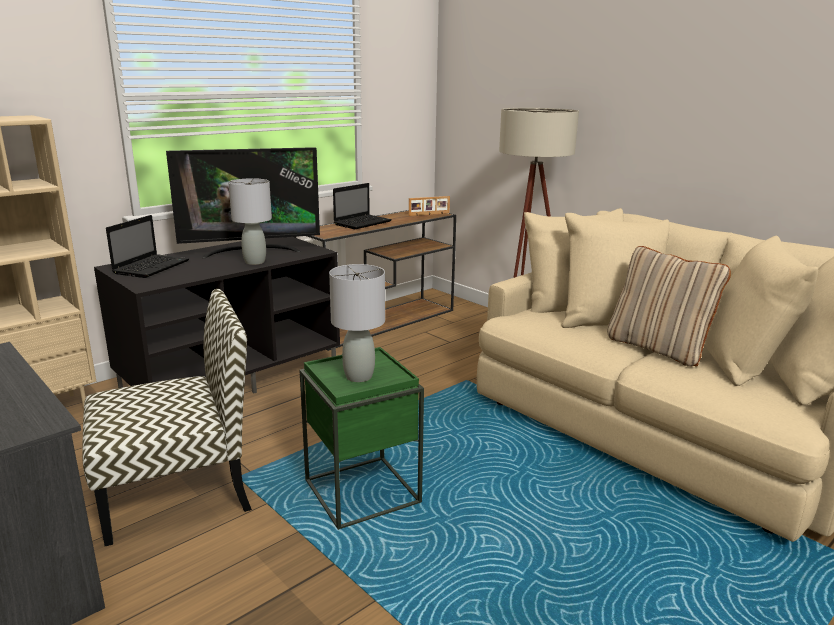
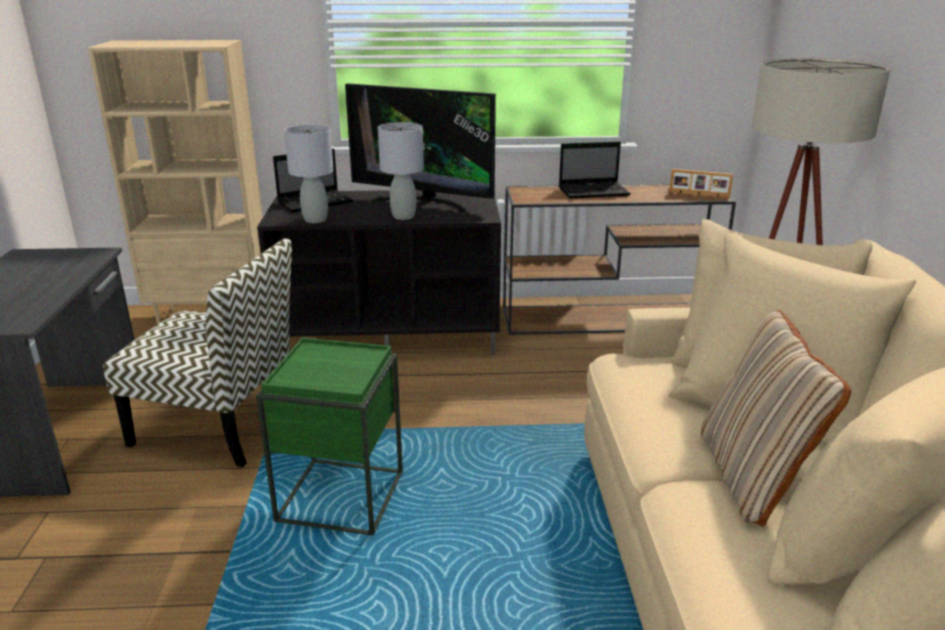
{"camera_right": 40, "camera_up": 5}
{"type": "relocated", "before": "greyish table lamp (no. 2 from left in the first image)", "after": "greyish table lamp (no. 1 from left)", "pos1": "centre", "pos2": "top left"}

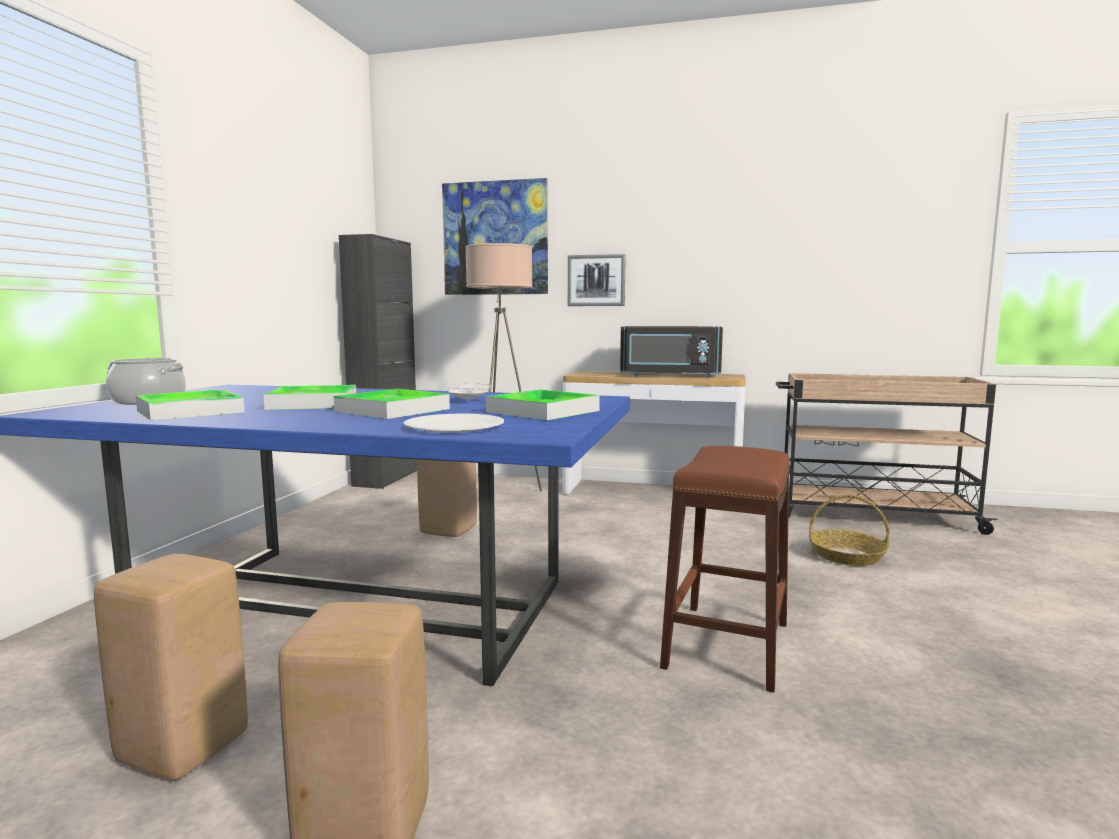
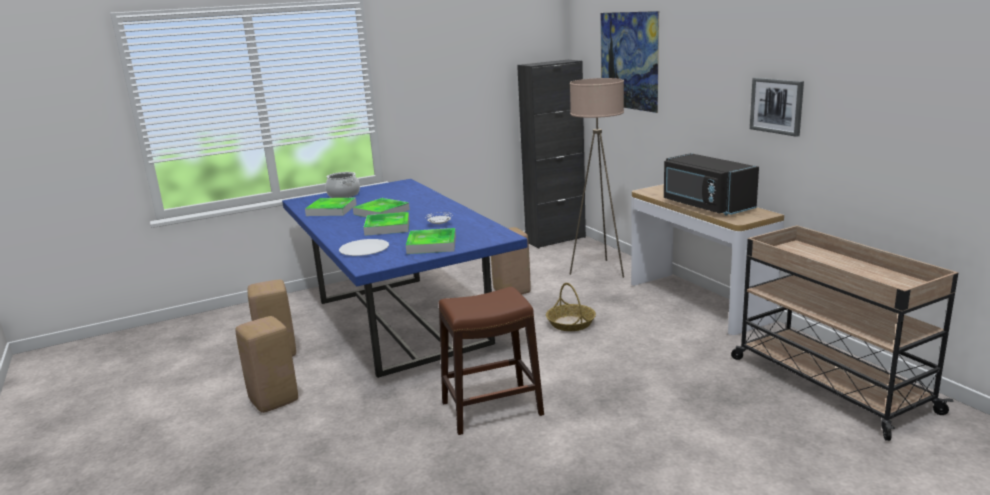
{"camera_right": 50, "camera_up": 10}
{"type": "relocated", "before": "wall picture (no. 2 from left)", "pos1": "centre", "pos2": "top right"}
{"type": "relocated", "before": "basket", "pos1": "middle right", "pos2": "centre"}

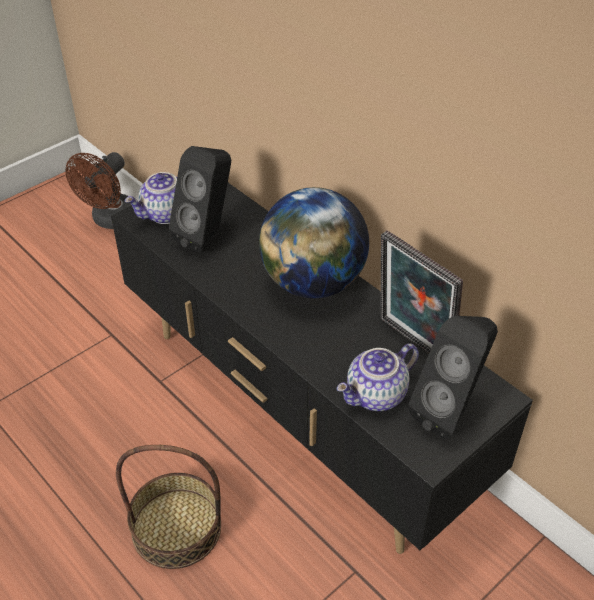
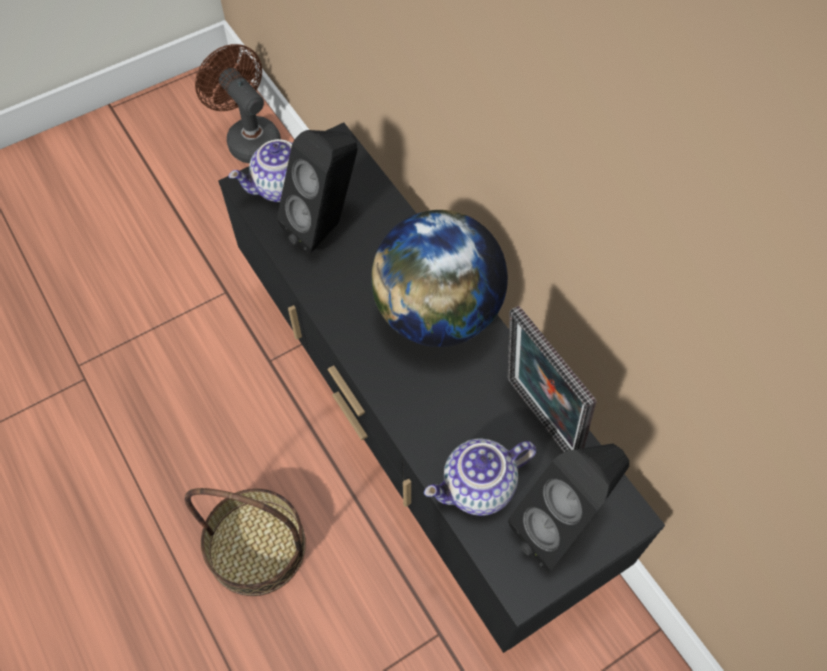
{"camera_right": 10, "camera_up": 15}
{"type": "spun", "before": "brown-coloured fan", "pos1": "top left", "pos2": "top left", "turn": 105}

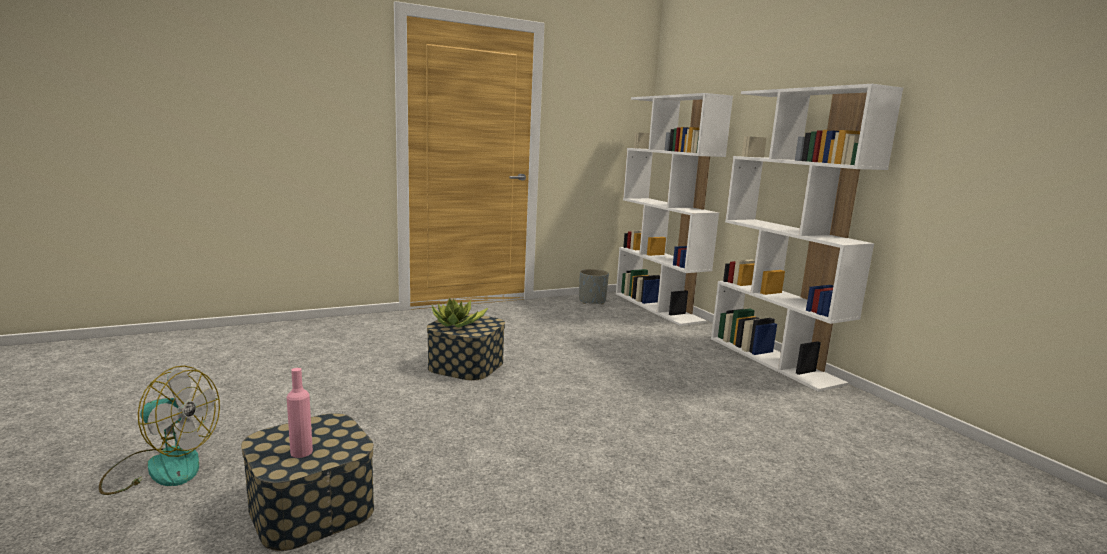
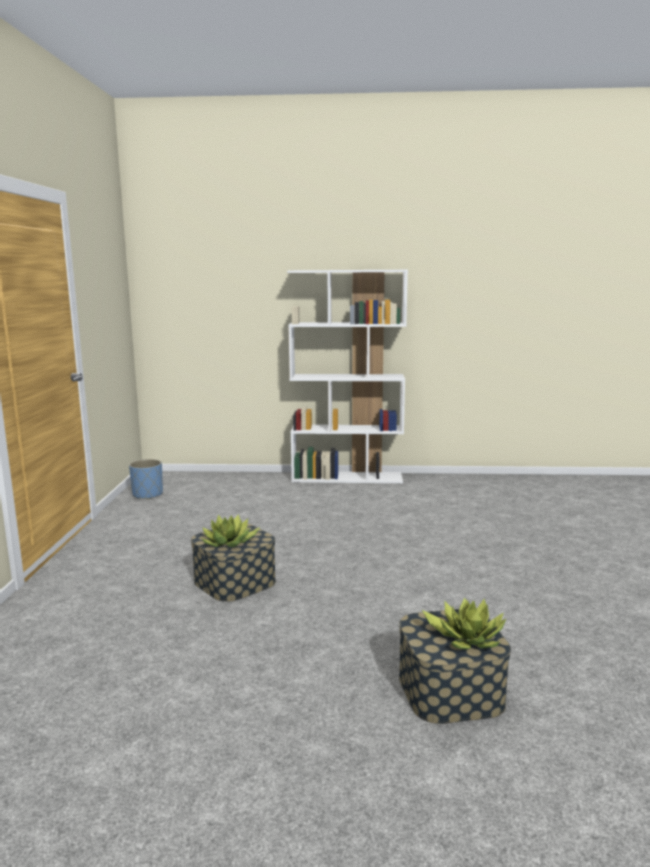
{"camera_right": -60, "camera_up": 0}
{"type": "missing", "before": "fan", "pos1": "bottom left"}
{"type": "missing", "before": "white bookshelf (no. 1 from left)", "pos1": "centre"}
{"type": "exchanged", "before": "pinkish beverage bottle", "after": "houseplant (no. 2 from left)", "pos1": "bottom left", "pos2": "bottom right"}
{"type": "colour", "before": "greyish planter", "after": "blue planter", "pos1": "centre", "pos2": "middle left"}

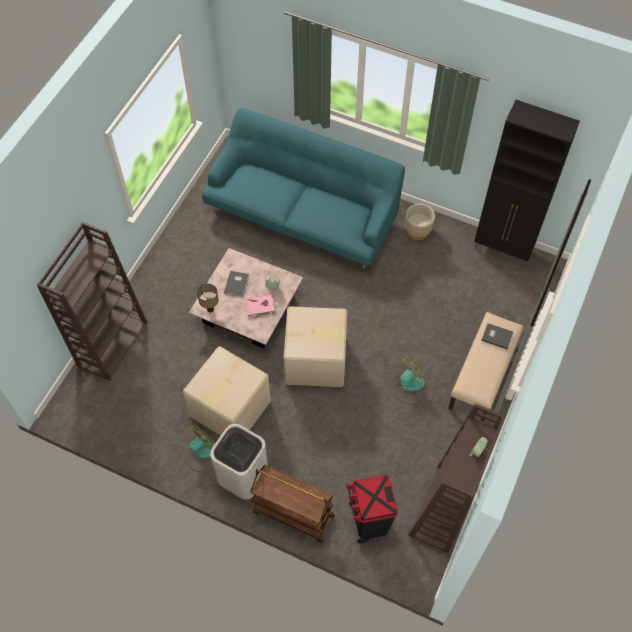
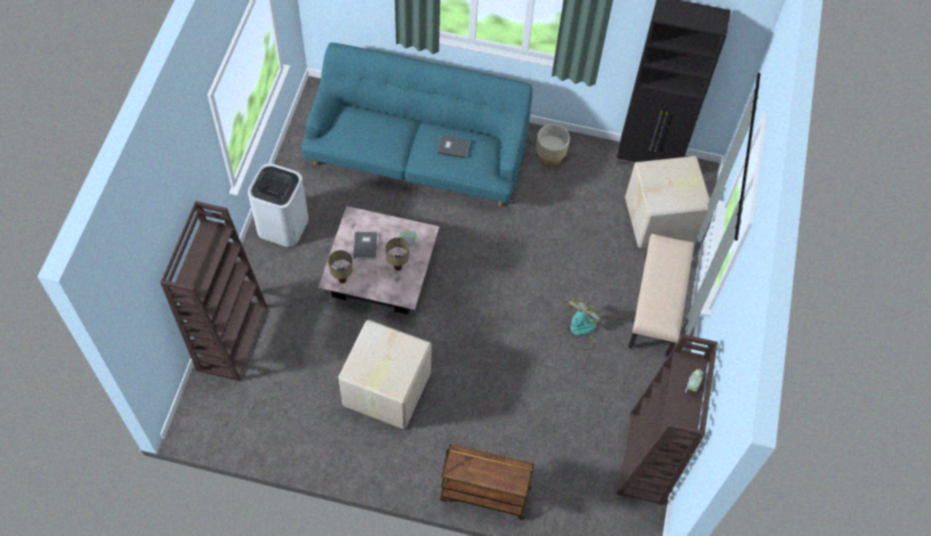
{"camera_right": -15, "camera_up": 0}
{"type": "missing", "before": "fan (no. 1 from left)", "pos1": "bottom left"}
{"type": "missing", "before": "black-coloured waste bin", "pos1": "bottom centre"}
{"type": "relocated", "before": "white waste bin", "pos1": "bottom centre", "pos2": "middle left"}
{"type": "relocated", "before": "packing box (no. 2 from left)", "pos1": "centre", "pos2": "middle right"}
{"type": "relocated", "before": "greyish book (no. 2 from left)", "pos1": "middle right", "pos2": "top centre"}
{"type": "exchanged", "before": "pinkish book", "after": "table lamp (no. 2 from left)", "pos1": "centre", "pos2": "centre"}

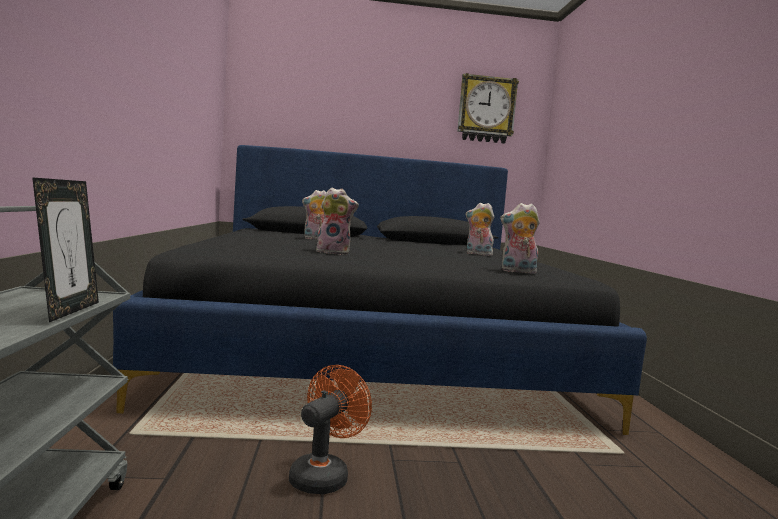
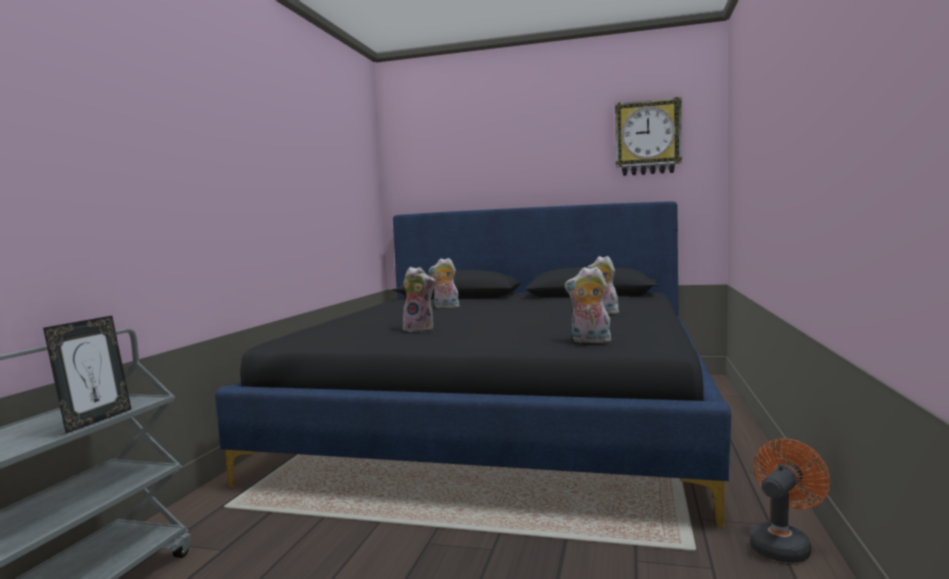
{"camera_right": 20, "camera_up": 0}
{"type": "relocated", "before": "orange-coloured fan", "pos1": "bottom centre", "pos2": "bottom right"}

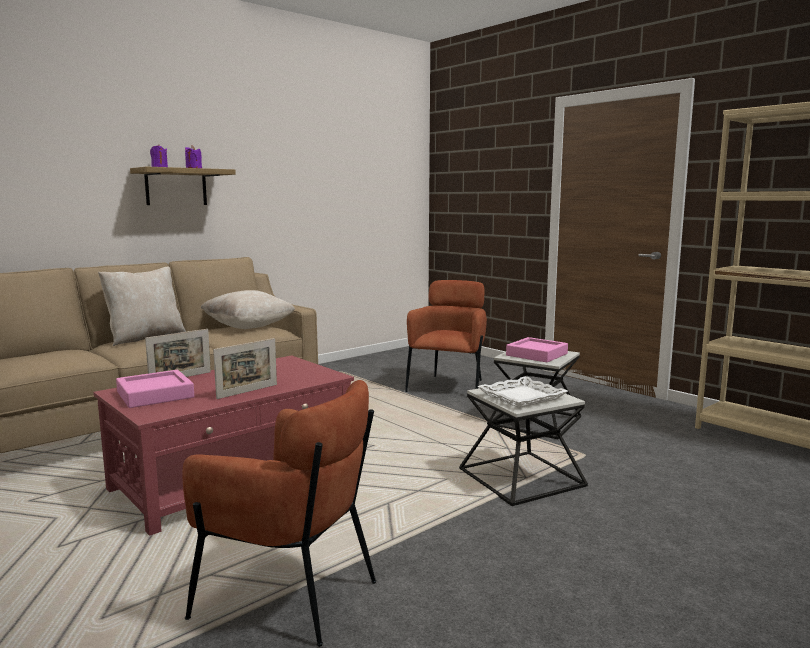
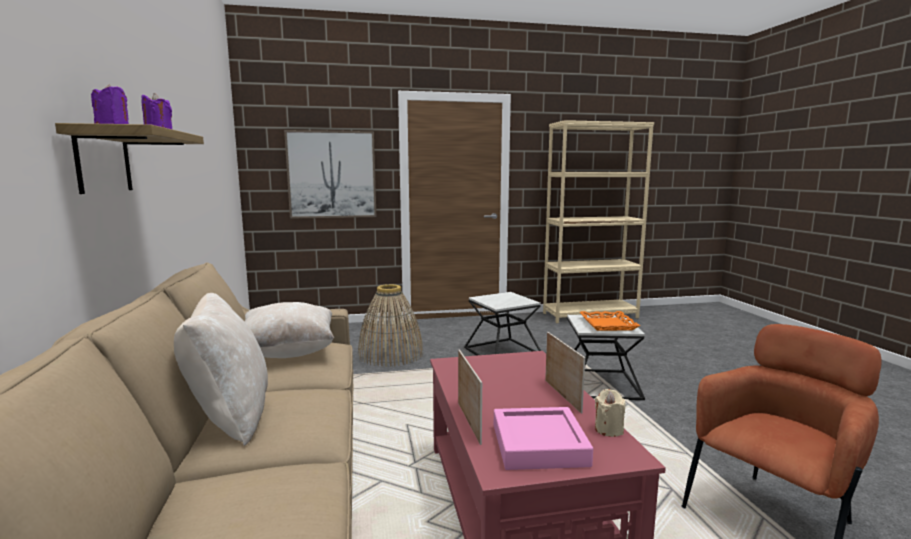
{"camera_right": -60, "camera_up": 0}
{"type": "missing", "before": "pinkish tray (no. 2 from left)", "pos1": "centre"}
{"type": "appeared", "after": "wall picture", "pos2": "top centre"}
{"type": "appeared", "after": "sand-coloured candle", "pos2": "bottom right"}
{"type": "exchanged", "before": "brown-coloured lounge chair (no. 2 from left)", "after": "basket", "pos1": "centre", "pos2": "centre"}
{"type": "colour", "before": "white tray", "after": "orange-coloured tray", "pos1": "centre", "pos2": "middle right"}

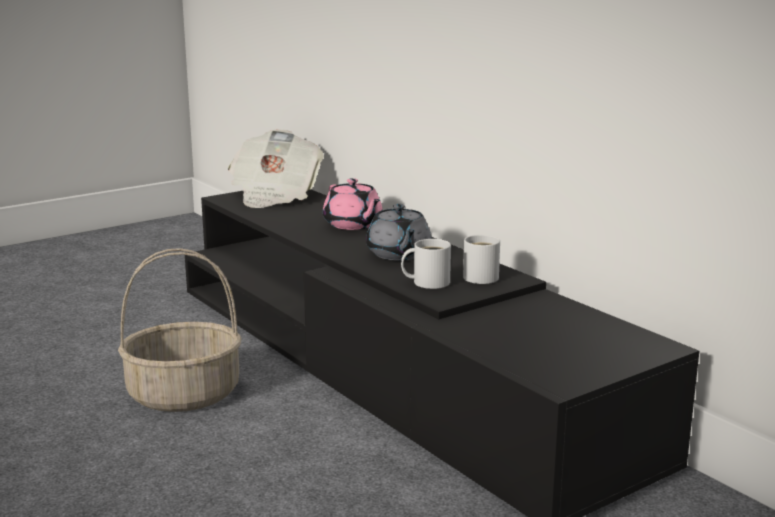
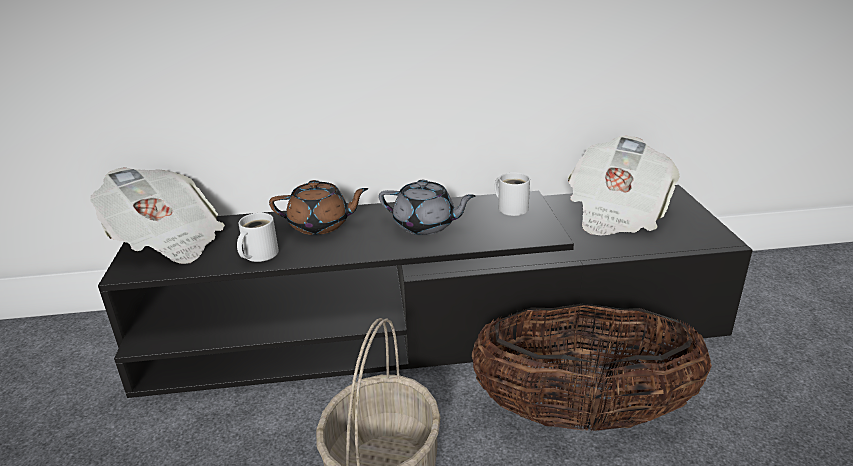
{"camera_right": -60, "camera_up": 10}
{"type": "appeared", "after": "basket (no. 2 from left)", "pos2": "bottom right"}
{"type": "appeared", "after": "newspaper (no. 2 from left)", "pos2": "middle right"}
{"type": "relocated", "before": "white mug (no. 1 from left)", "pos1": "centre", "pos2": "middle left"}
{"type": "colour", "before": "pinkish pot for tea", "after": "brown-coloured pot for tea", "pos1": "centre", "pos2": "centre"}

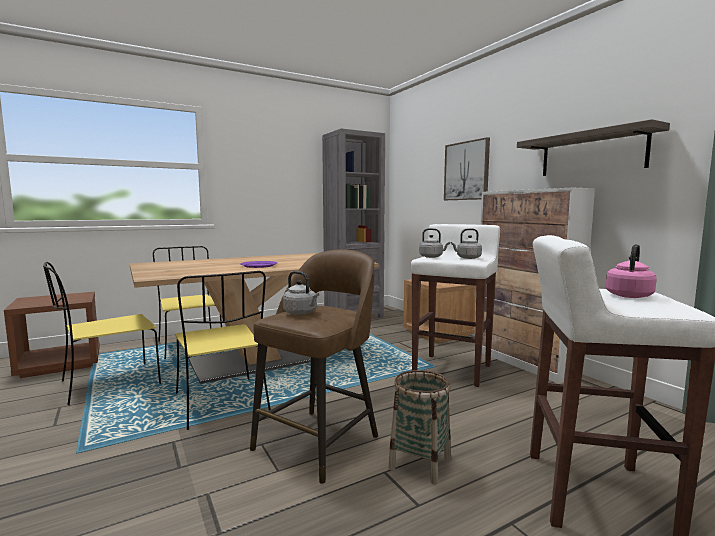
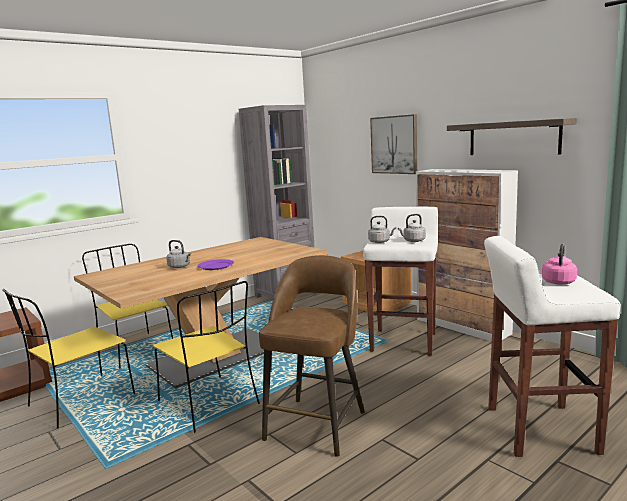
{"camera_right": -10, "camera_up": 5}
{"type": "missing", "before": "basket", "pos1": "bottom centre"}
{"type": "relocated", "before": "greyish water kettle (no. 1 from left)", "pos1": "centre", "pos2": "middle left"}

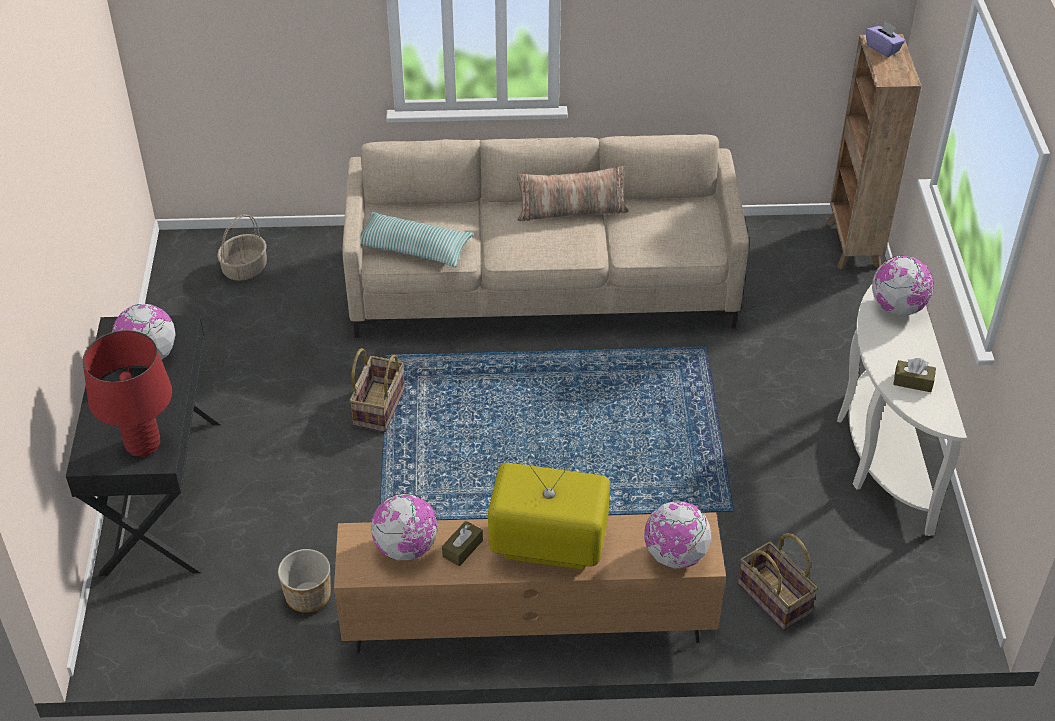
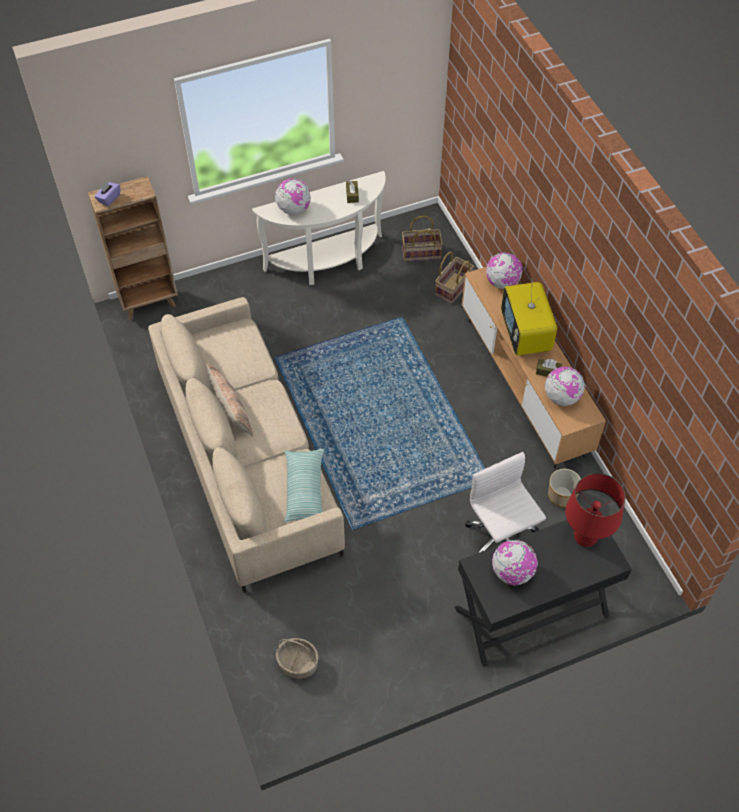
{"camera_right": -110, "camera_up": 10}
{"type": "appeared", "after": "white computer chair", "pos2": "middle right"}
{"type": "relocated", "before": "basket (no. 2 from left)", "pos1": "centre", "pos2": "top centre"}

